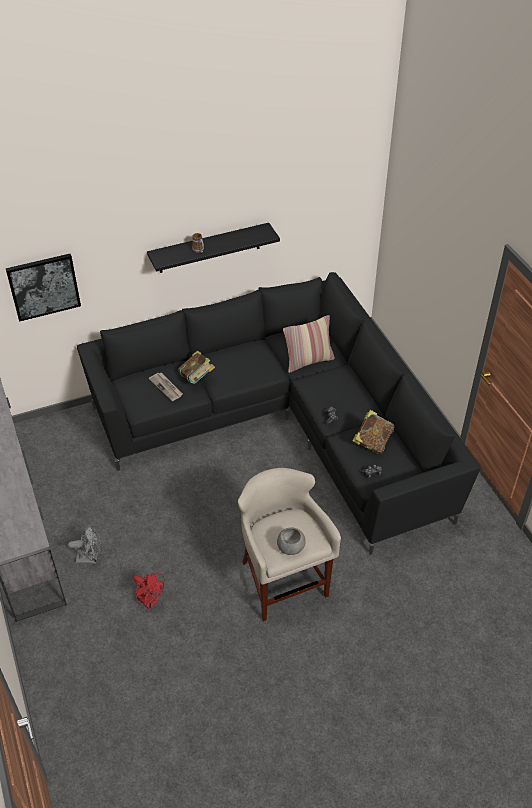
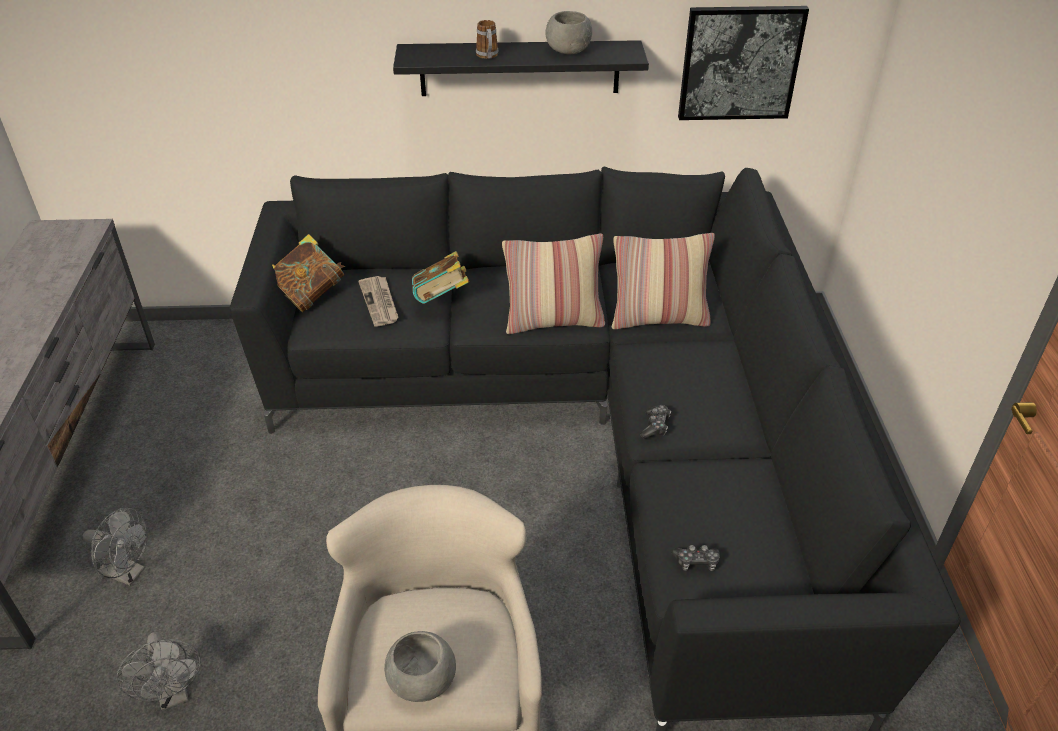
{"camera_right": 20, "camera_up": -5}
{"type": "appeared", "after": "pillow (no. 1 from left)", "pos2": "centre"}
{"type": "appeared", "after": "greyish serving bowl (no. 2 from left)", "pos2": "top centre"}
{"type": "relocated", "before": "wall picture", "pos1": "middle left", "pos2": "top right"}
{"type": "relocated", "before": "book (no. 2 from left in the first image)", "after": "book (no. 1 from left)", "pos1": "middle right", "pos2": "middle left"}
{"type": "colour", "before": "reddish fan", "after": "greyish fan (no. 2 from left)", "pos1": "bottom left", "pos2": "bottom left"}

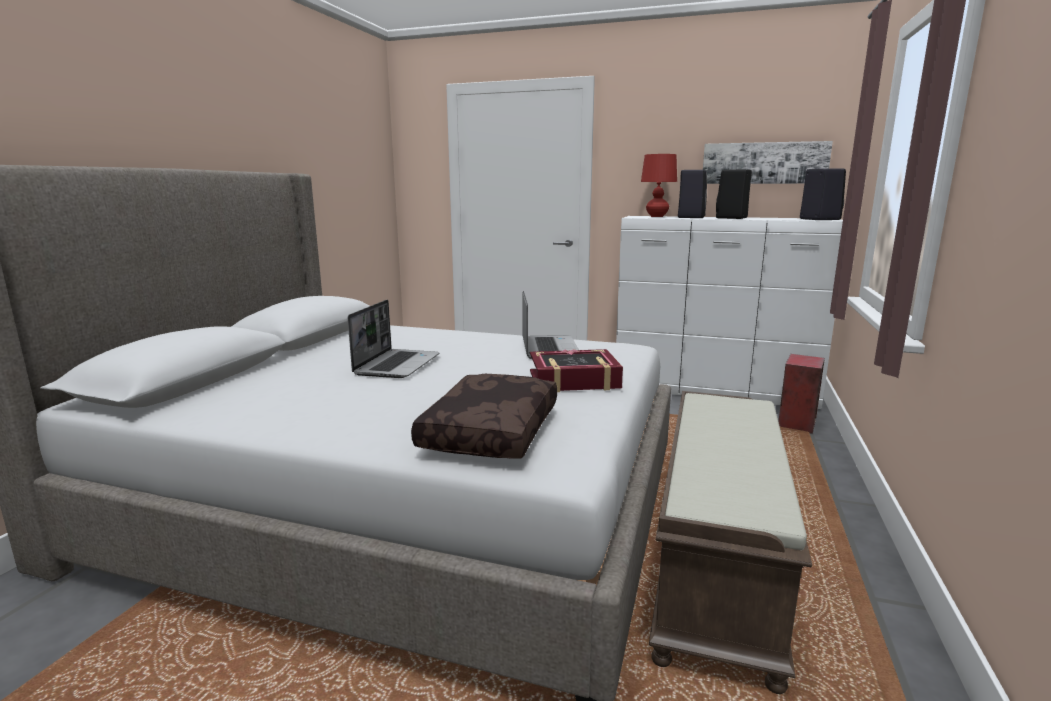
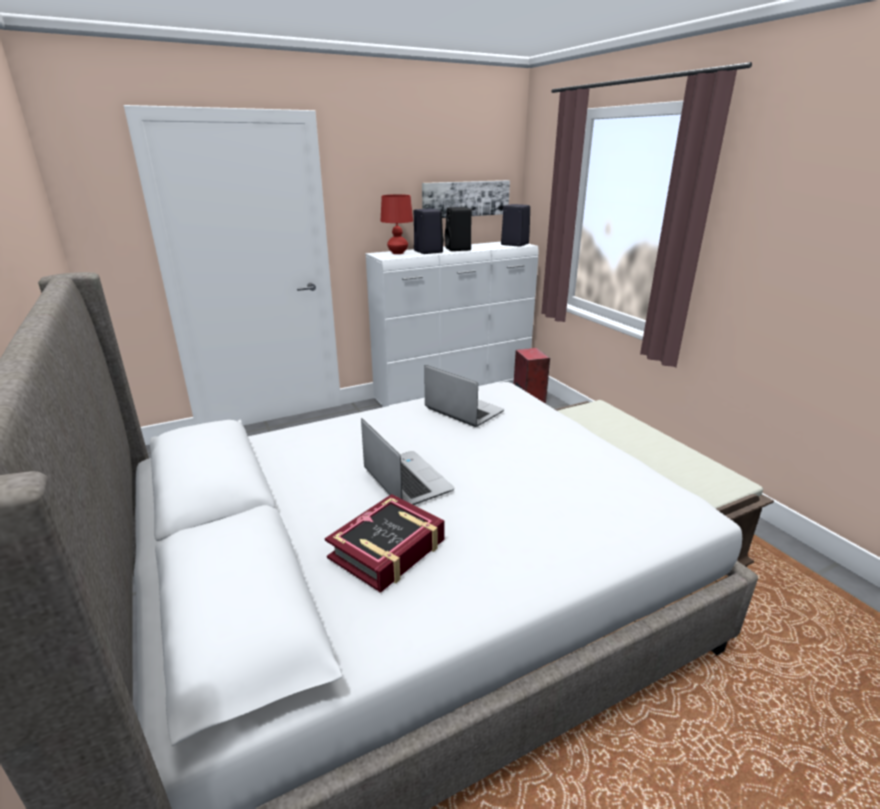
{"camera_right": -45, "camera_up": 10}
{"type": "missing", "before": "brown-coloured pillow", "pos1": "centre"}
{"type": "relocated", "before": "book", "pos1": "centre", "pos2": "bottom centre"}

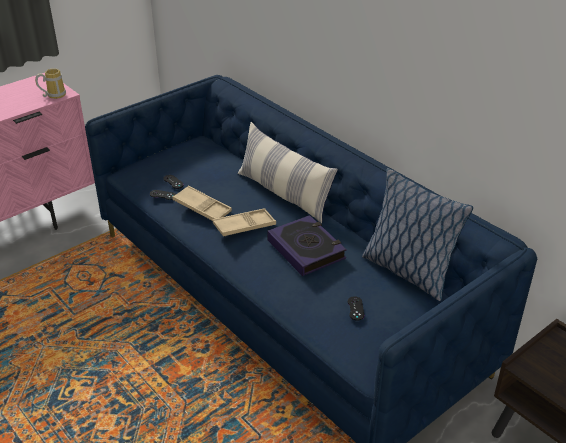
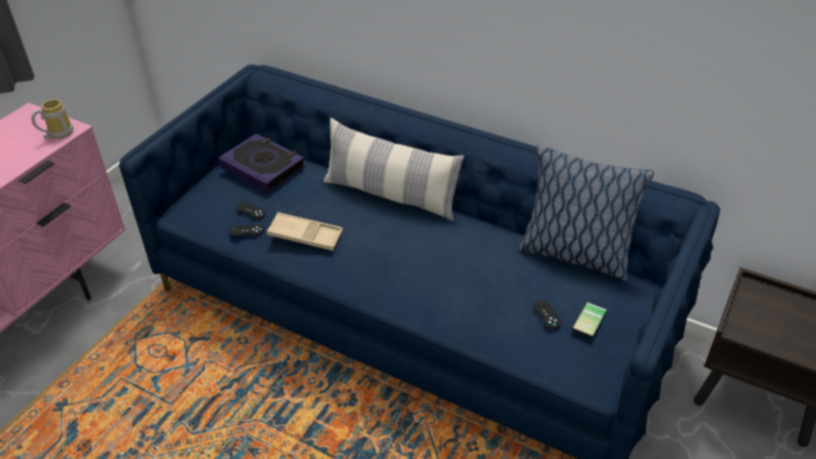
{"camera_right": -20, "camera_up": 5}
{"type": "missing", "before": "sand-coloured tray (no. 2 from left)", "pos1": "centre"}
{"type": "appeared", "after": "telephone", "pos2": "bottom right"}
{"type": "relocated", "before": "book", "pos1": "centre", "pos2": "middle left"}

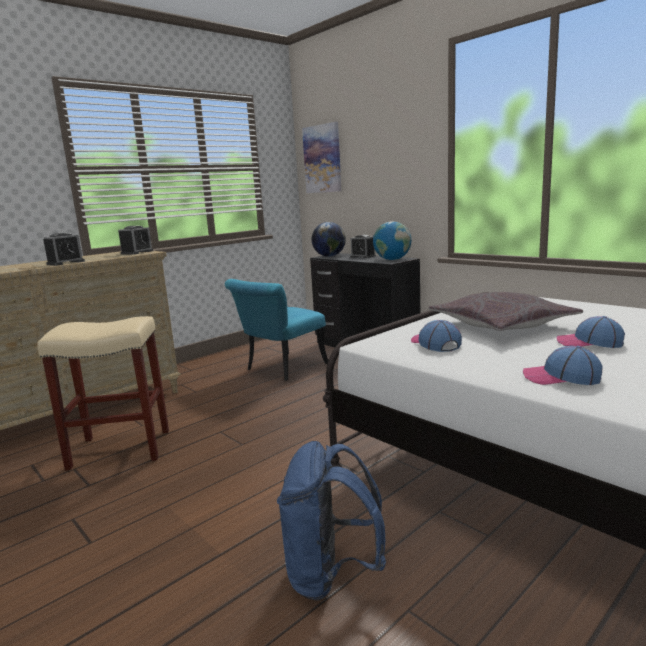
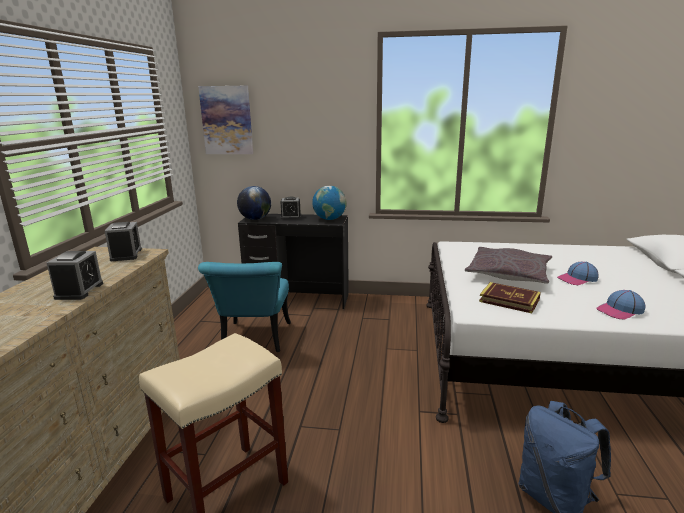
{"camera_right": -40, "camera_up": 5}
{"type": "exchanged", "before": "baseball cap (no. 1 from left)", "after": "book", "pos1": "middle right", "pos2": "middle right"}

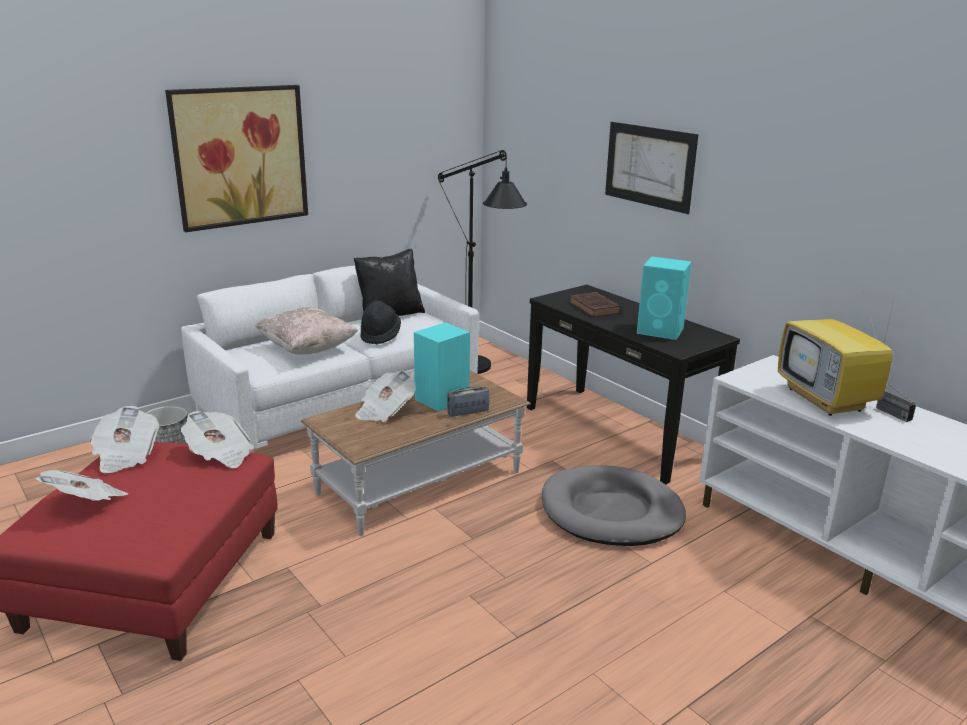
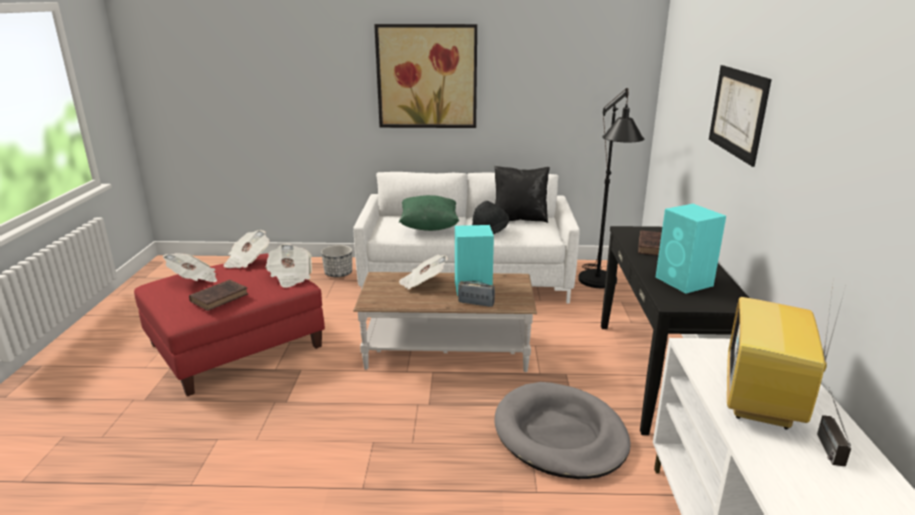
{"camera_right": 40, "camera_up": 0}
{"type": "appeared", "after": "brown-coloured book (no. 1 from left)", "pos2": "middle left"}
{"type": "colour", "before": "sand-coloured pillow", "after": "green pillow", "pos1": "middle left", "pos2": "centre"}

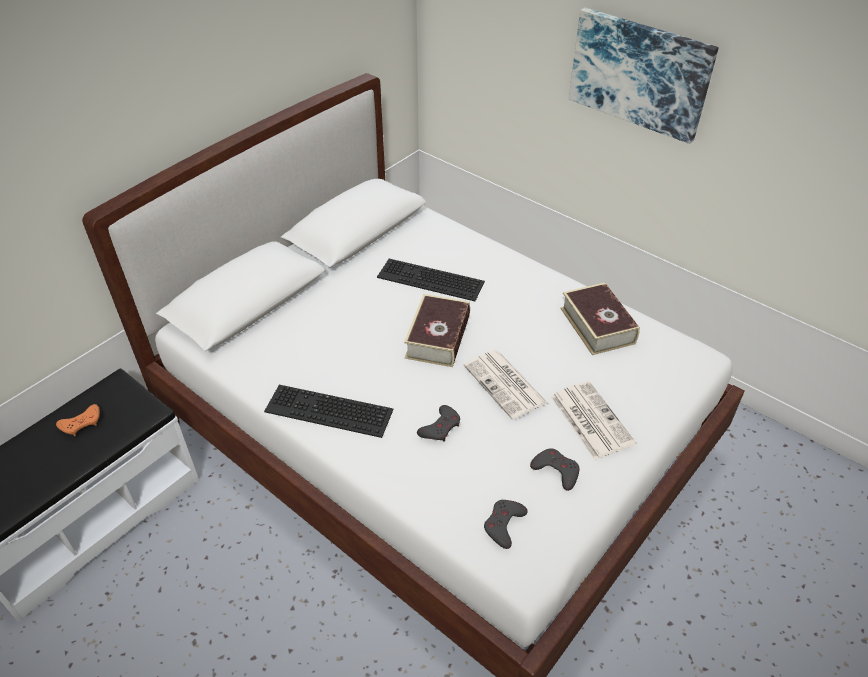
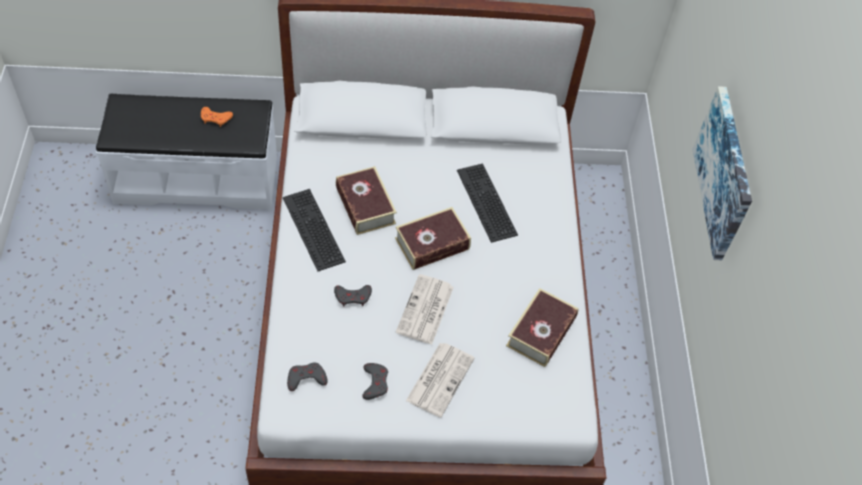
{"camera_right": 45, "camera_up": 10}
{"type": "appeared", "after": "book (no. 1 from left)", "pos2": "centre"}

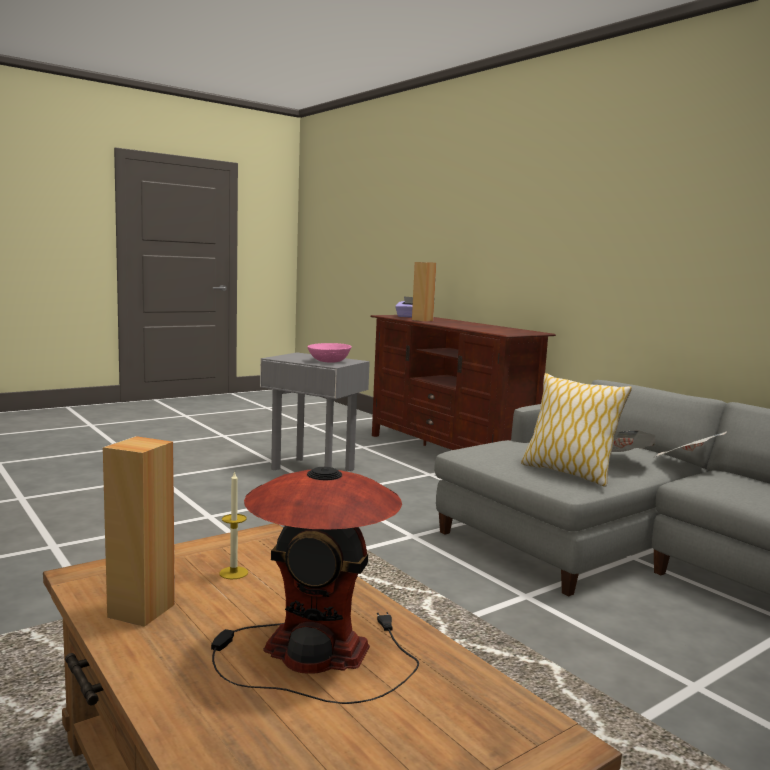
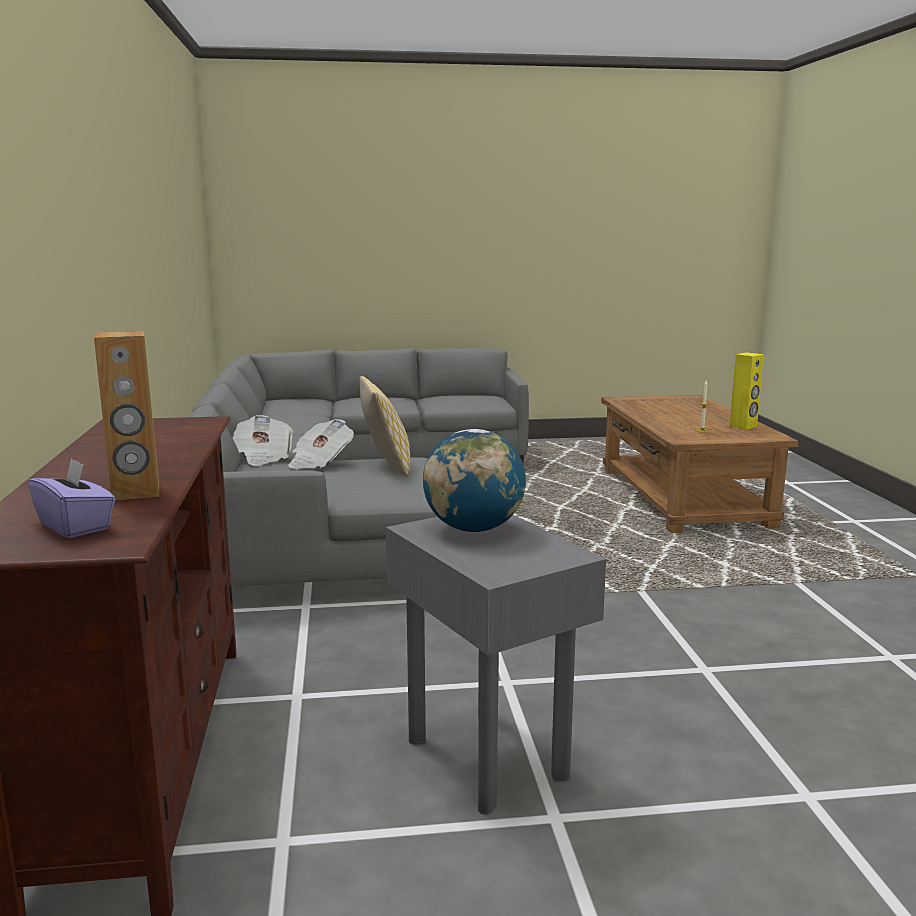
{"camera_right": -150, "camera_up": 5}
{"type": "missing", "before": "table lamp", "pos1": "bottom centre"}
{"type": "exchanged", "before": "pinkish serving bowl", "after": "desk globe", "pos1": "centre", "pos2": "centre"}
{"type": "colour", "before": "brown-coloured speaker (no. 1 from left)", "after": "yellow-coloured speaker", "pos1": "bottom left", "pos2": "middle right"}

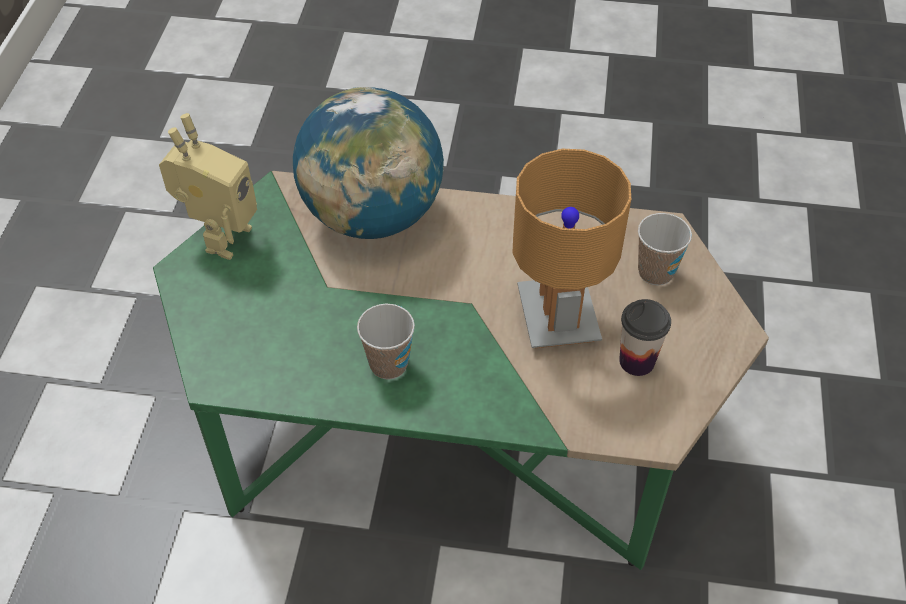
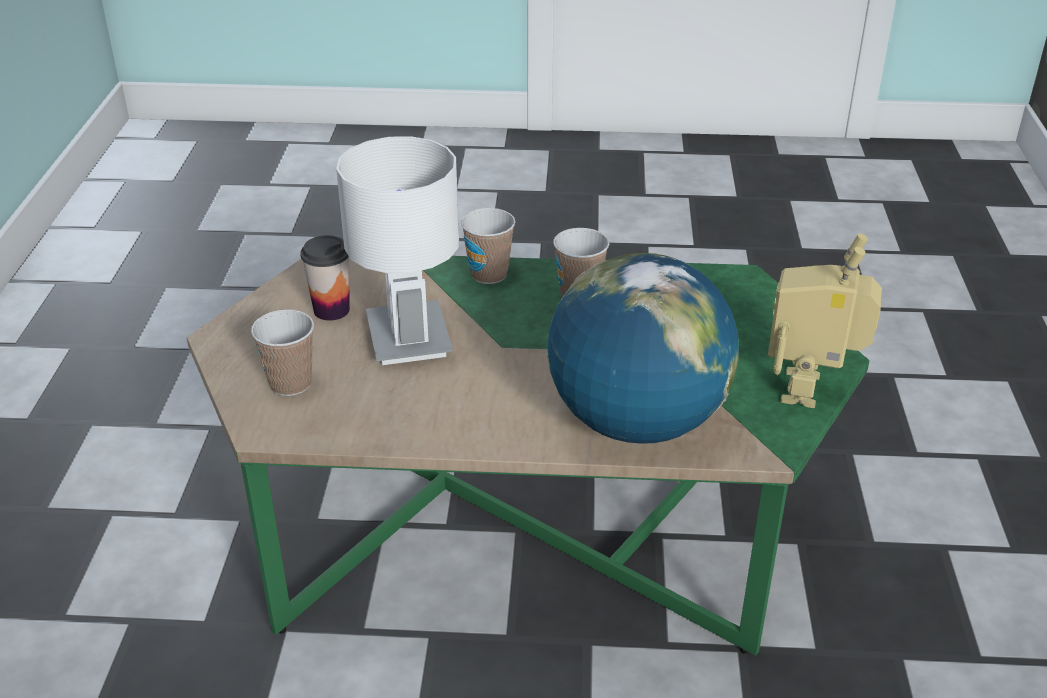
{"camera_right": 175, "camera_up": -15}
{"type": "appeared", "after": "cup (no. 3 from left)", "pos2": "centre"}
{"type": "colour", "before": "brown-coloured table lamp", "after": "white table lamp", "pos1": "centre", "pos2": "centre"}

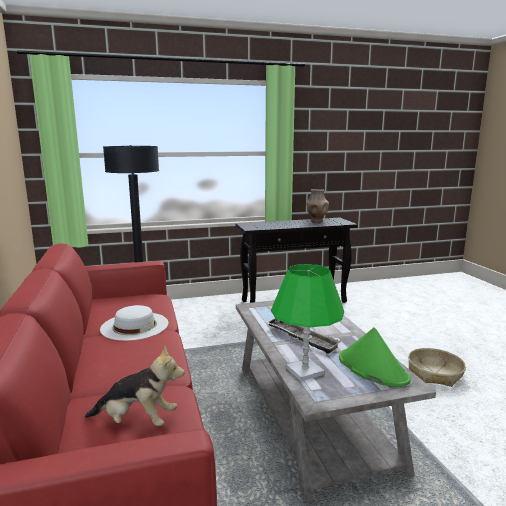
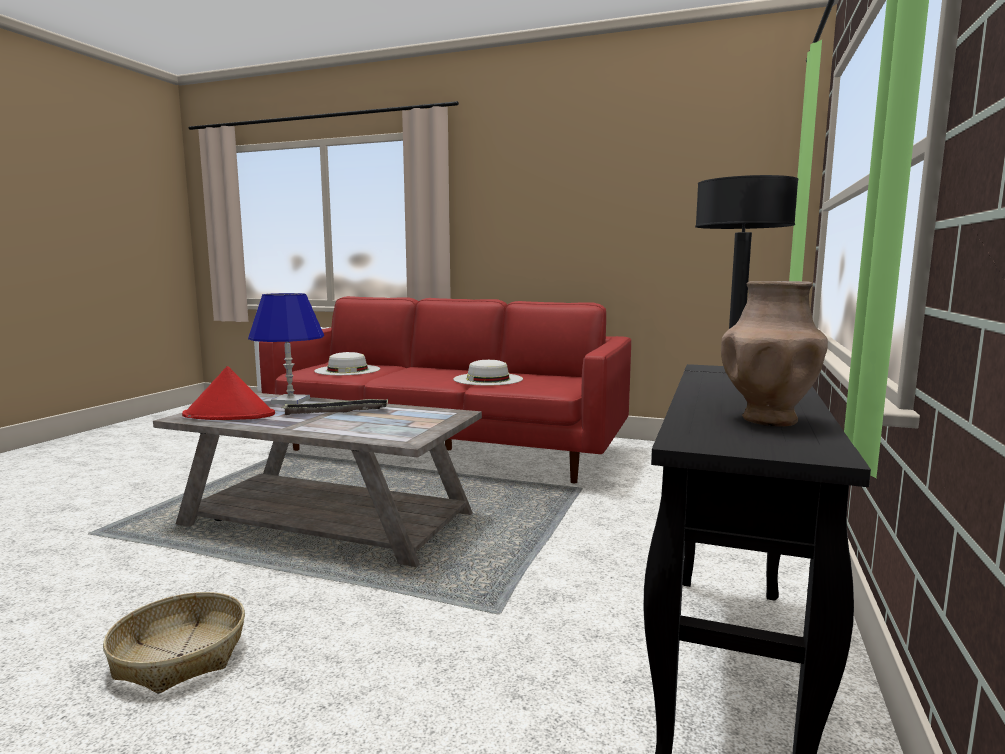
{"camera_right": 125, "camera_up": -5}
{"type": "exchanged", "before": "soft toy", "after": "white clothing hat (no. 1 from left)", "pos1": "bottom left", "pos2": "centre"}
{"type": "colour", "before": "green table lamp", "after": "blue table lamp", "pos1": "centre", "pos2": "middle left"}
{"type": "colour", "before": "green clothing hat", "after": "reddish clothing hat", "pos1": "bottom right", "pos2": "middle left"}

